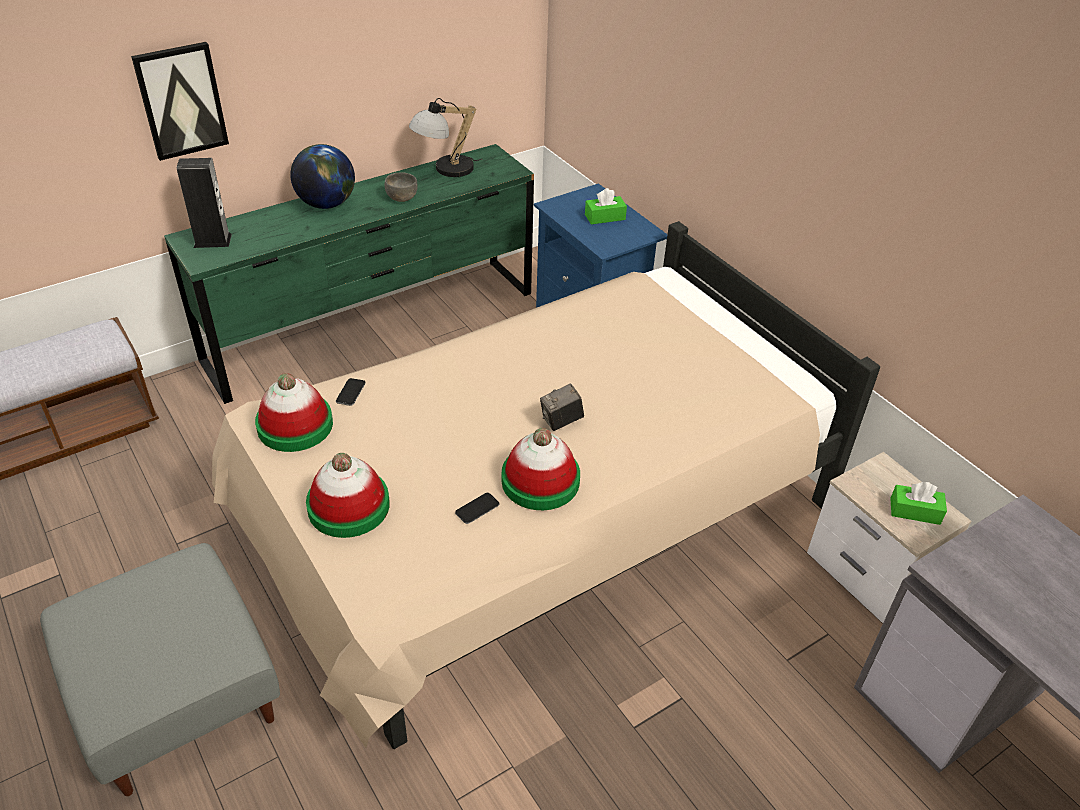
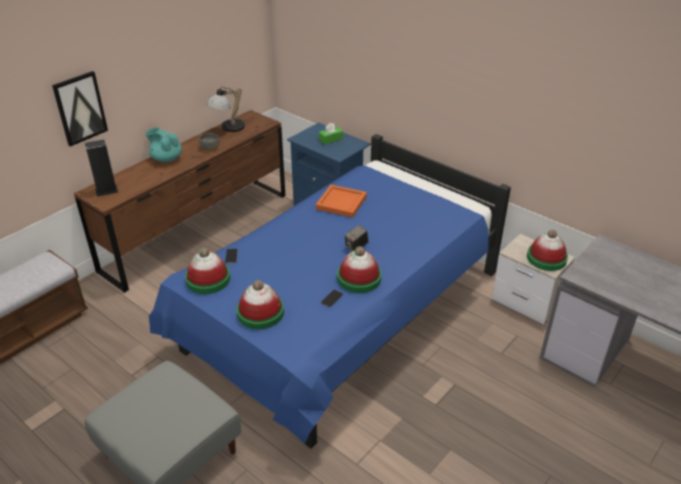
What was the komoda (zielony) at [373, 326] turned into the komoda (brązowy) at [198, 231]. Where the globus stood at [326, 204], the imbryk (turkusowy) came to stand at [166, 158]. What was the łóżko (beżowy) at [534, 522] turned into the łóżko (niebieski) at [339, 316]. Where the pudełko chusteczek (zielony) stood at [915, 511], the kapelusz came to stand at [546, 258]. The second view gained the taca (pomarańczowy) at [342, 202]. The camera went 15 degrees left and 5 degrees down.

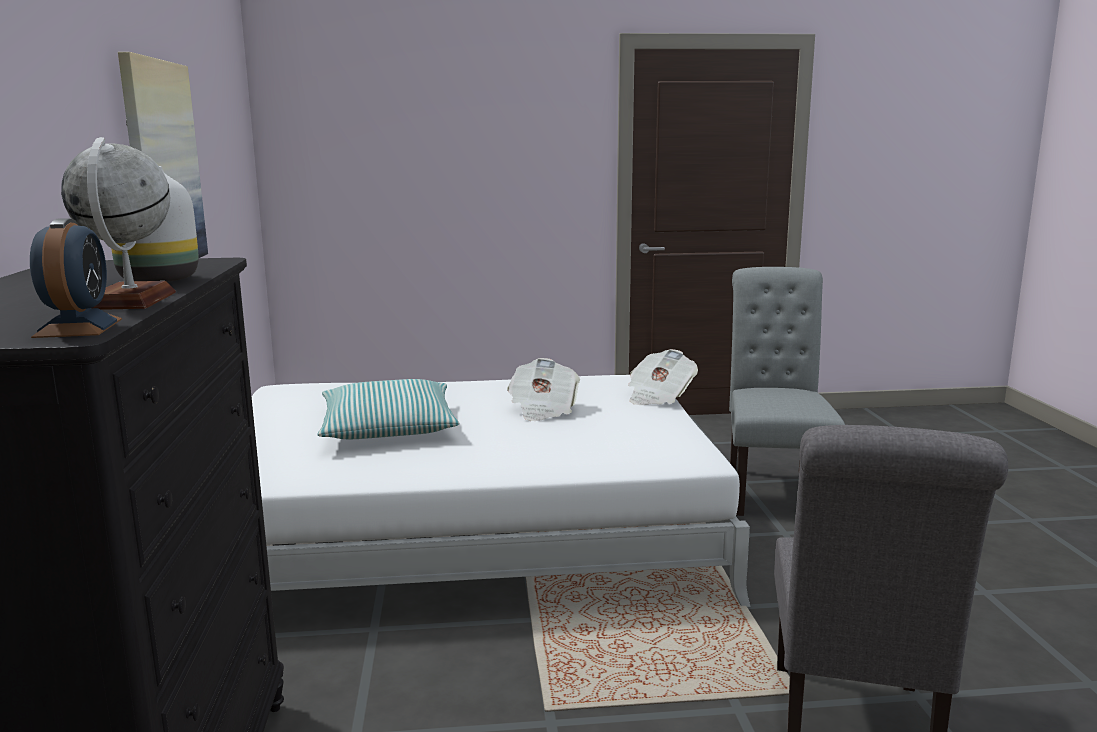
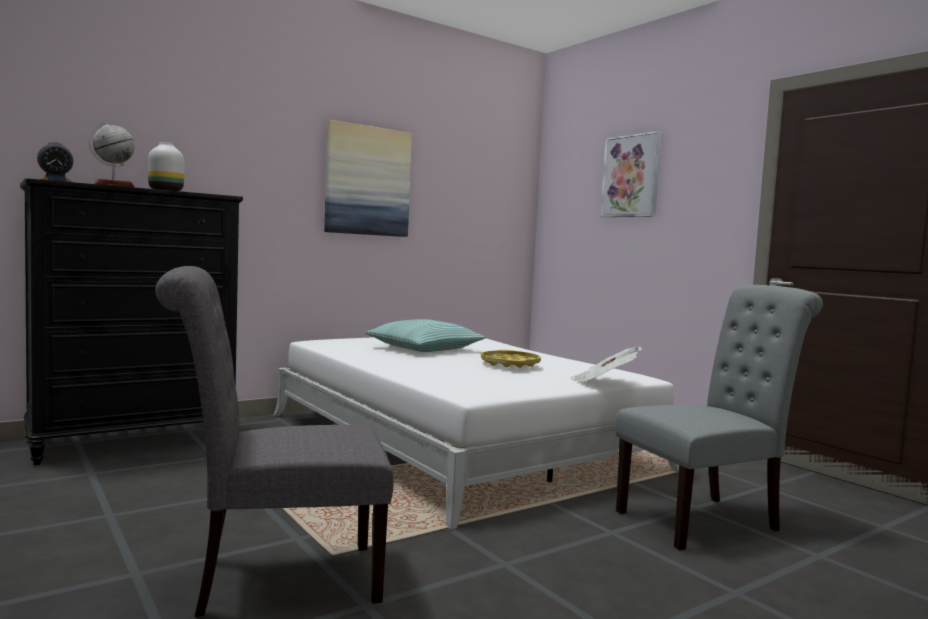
Where the gazeta stood at [543, 409], the taca (żółty) came to stand at [510, 364]. The second view gained the obraz at [631, 176]. The camera went 60 degrees right and 10 degrees down.

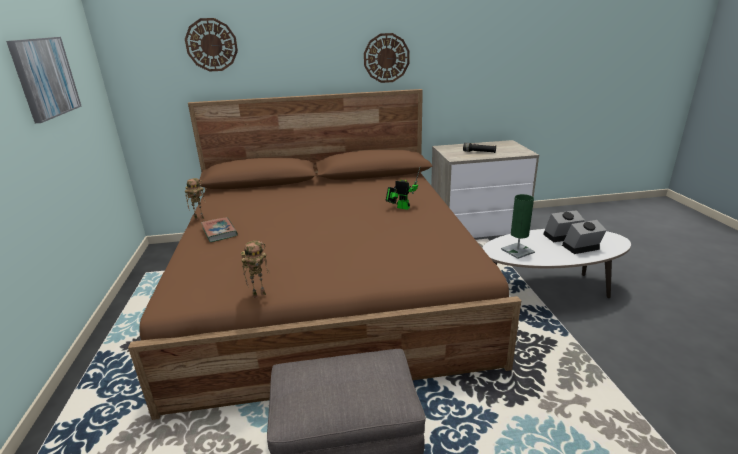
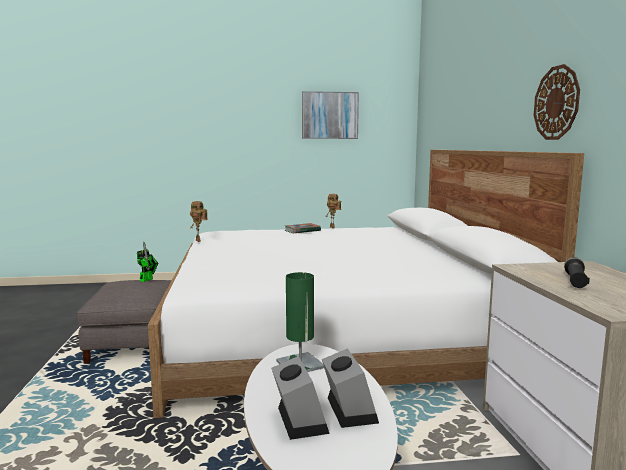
The second view lost the zegar ścienny at [211, 45]. What was the łóżko (brązowy) at [328, 288] turned into the łóżko (biały) at [336, 333]. The robot zabawkowy ended up elsewhere, having gone from [401, 207] to [148, 279]. The camera went 90 degrees right and 15 degrees down.

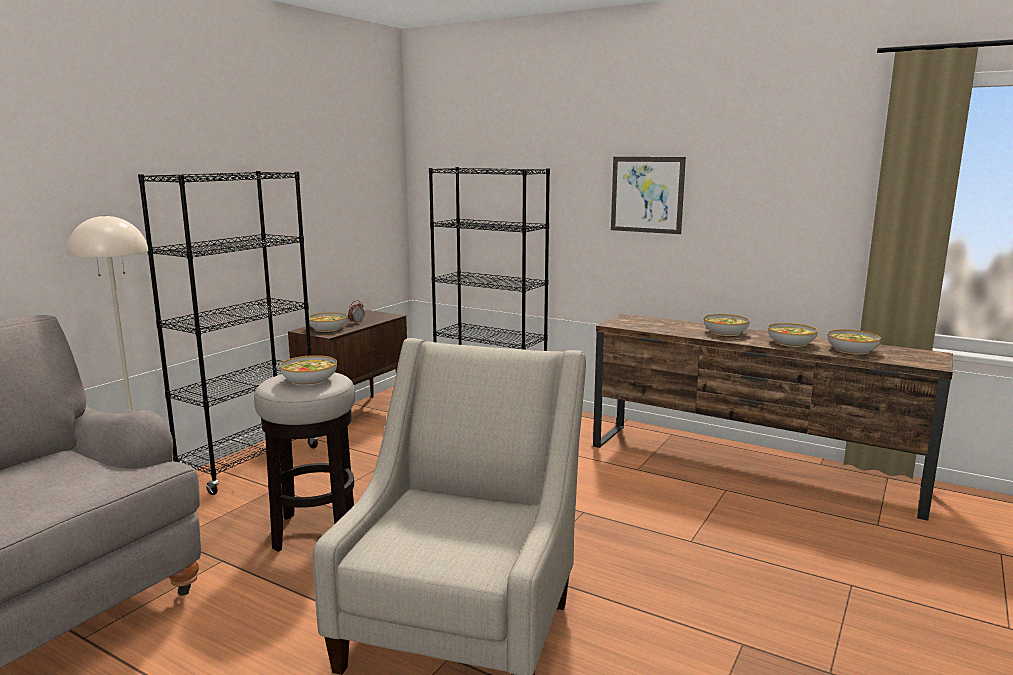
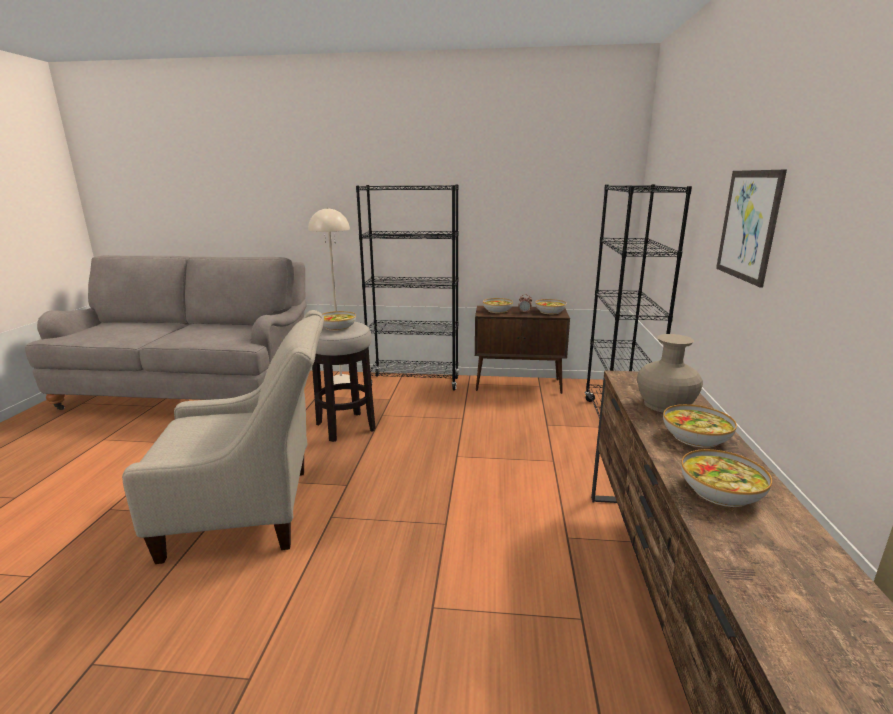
The miska ended up elsewhere, having gone from [851, 350] to [550, 311]. The second view gained the wazon (beżowy) at [665, 404]. The camera went 65 degrees right and 5 degrees up.

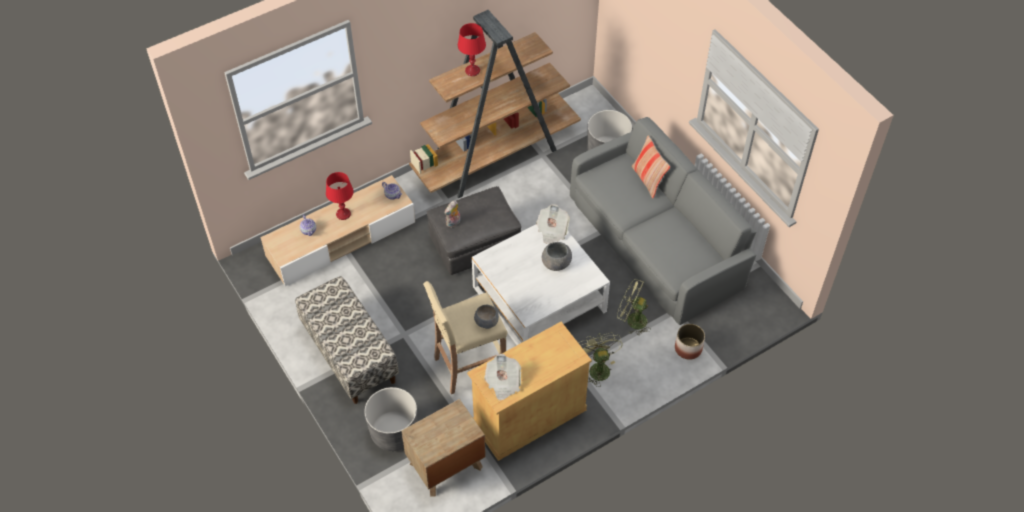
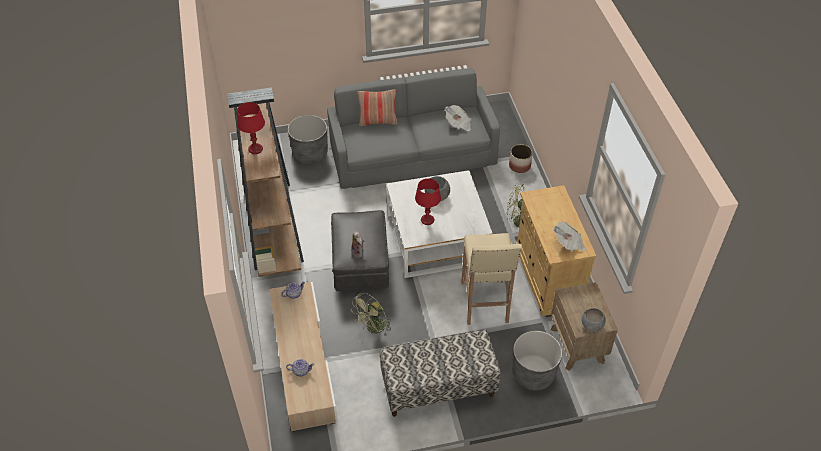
The lampa stołowa (czerwony) ended up elsewhere, having gone from [343, 214] to [427, 220]. The gazeta ended up elsewhere, having gone from [552, 230] to [458, 124]. The wentylator (zielony) ended up elsewhere, having gone from [632, 320] to [373, 329]. The miska (szary) ended up elsewhere, having gone from [486, 321] to [591, 325]. The camera went 70 degrees left and 5 degrees down.

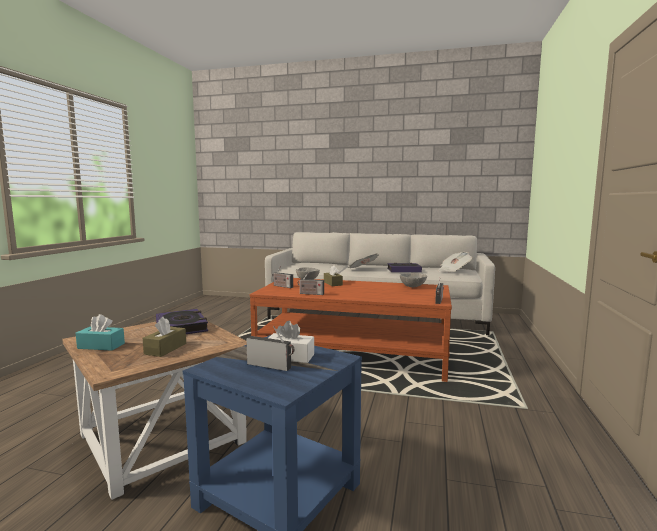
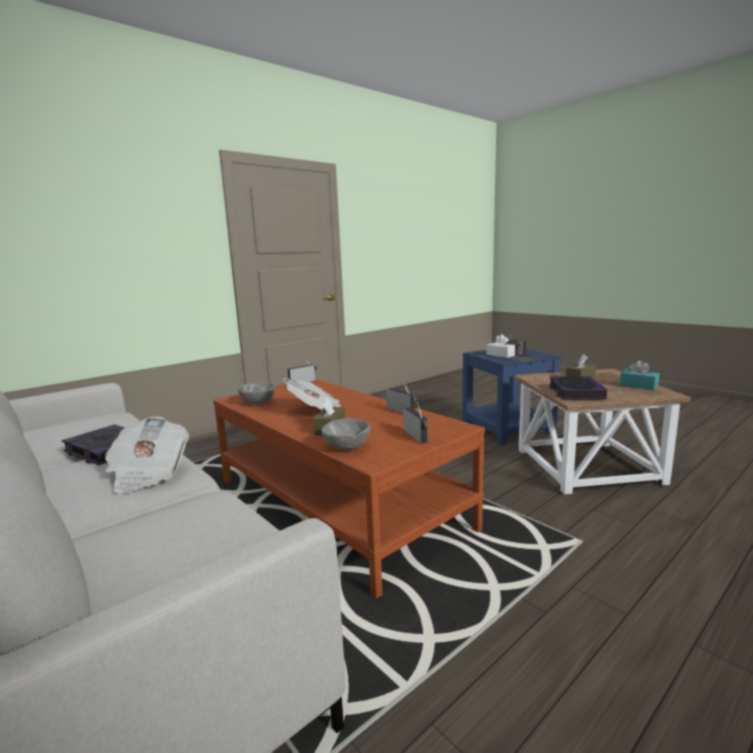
The gazeta ended up elsewhere, having gone from [453, 271] to [316, 411]. The camera went 145 degrees left and 5 degrees up.

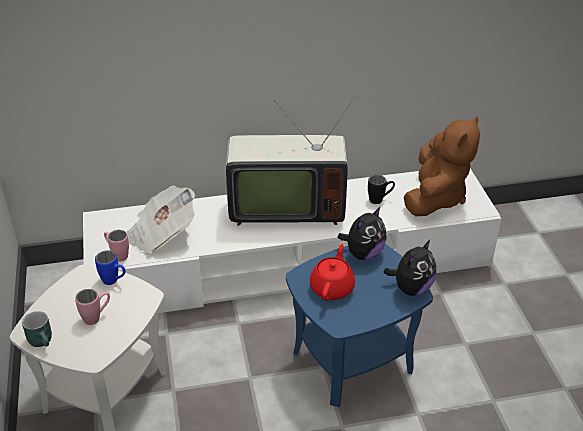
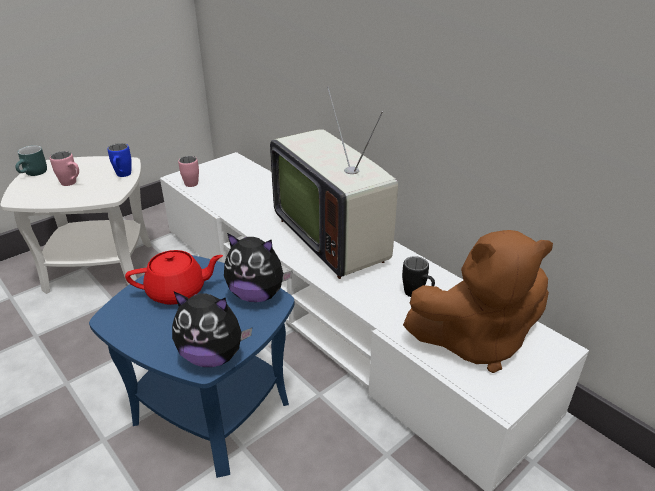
The second view lost the gazeta at [161, 234]. The camera went 60 degrees right and 5 degrees down.

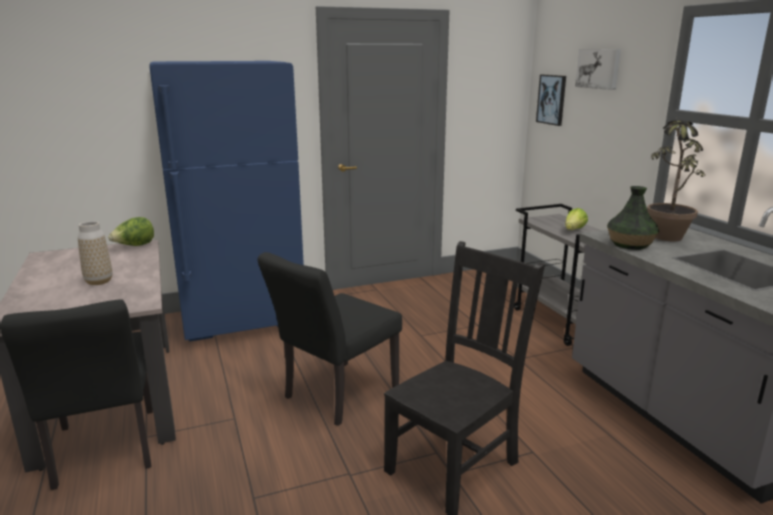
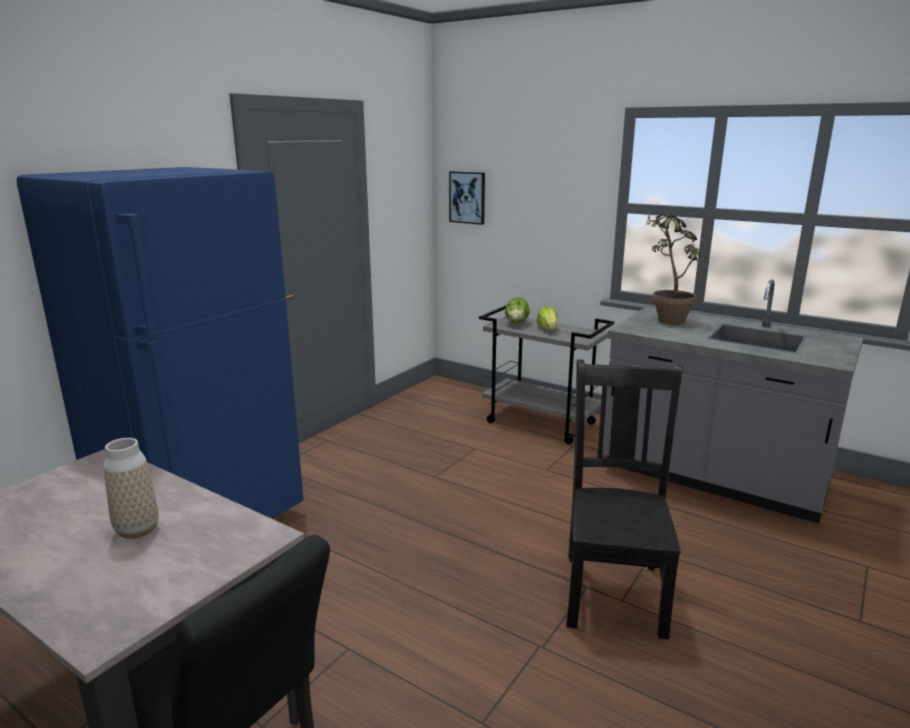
The second view lost the obraz at [599, 68]. The second view lost the wazon at [630, 244]. The sałata ended up elsewhere, having gone from [134, 246] to [516, 323]. The second view lost the krzesło (czarny) at [335, 396]. The camera went 35 degrees left and 0 degrees up.

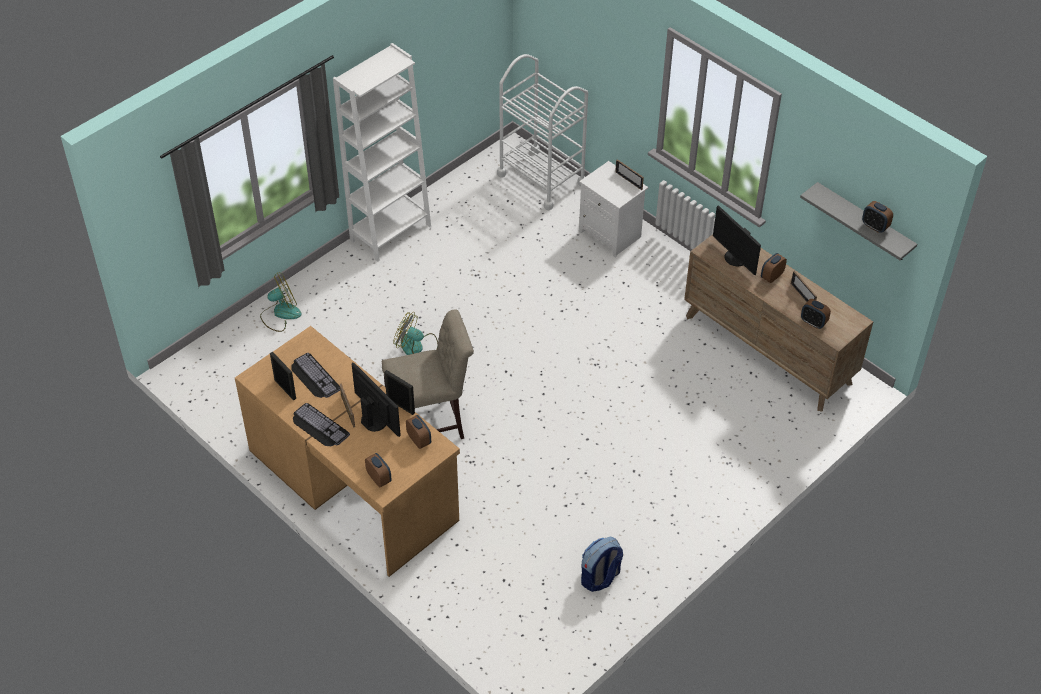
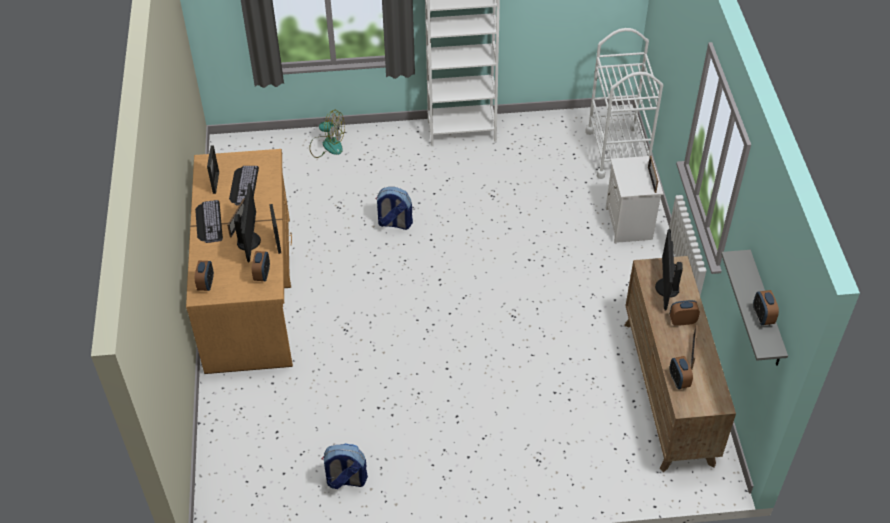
The second view lost the krzesło (beżowy) at [430, 424]. Where the wentylator stood at [417, 347], the plecak came to stand at [394, 223]. The camera went 40 degrees right and 0 degrees up.

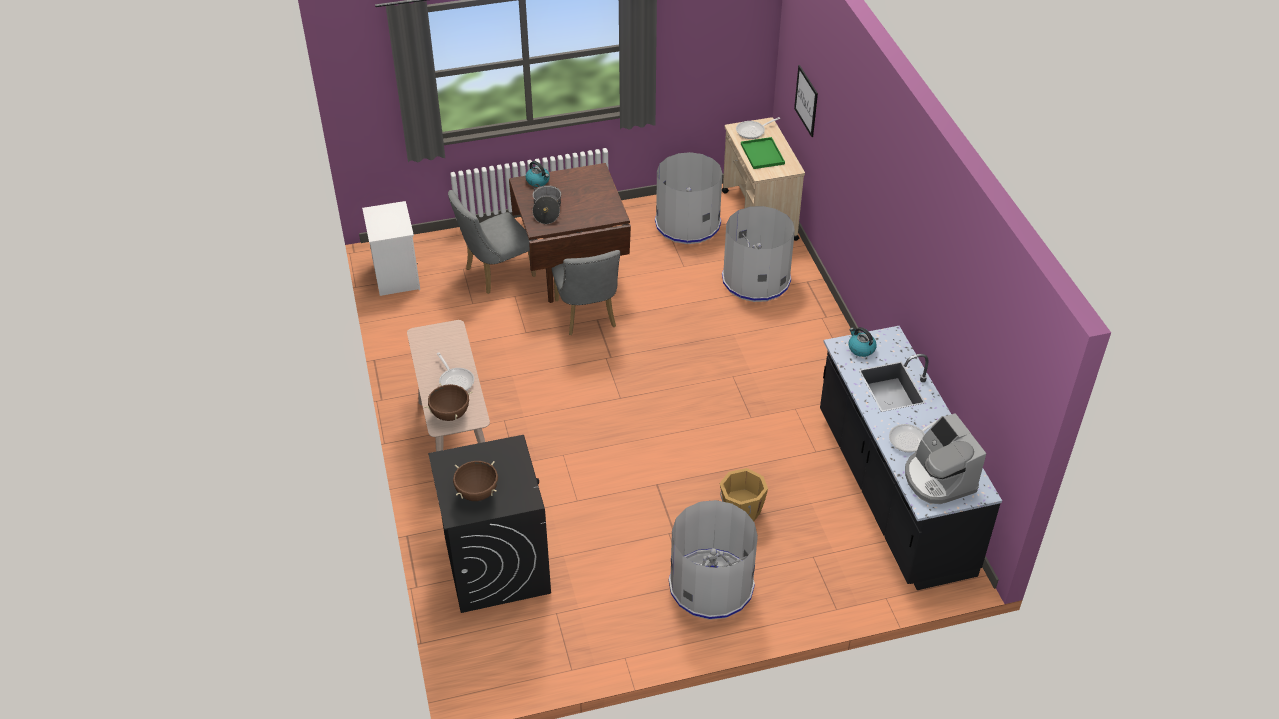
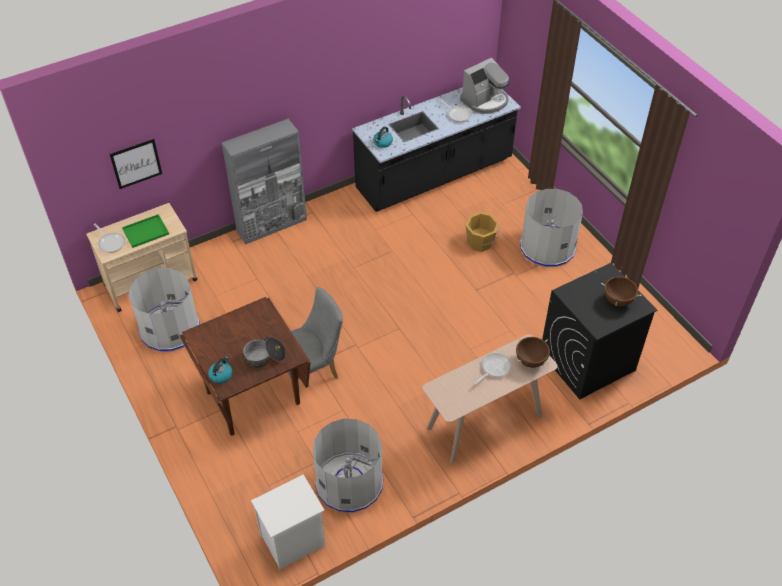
The second view lost the krzesło (szary) at [495, 274]. The kosz na śmieci (szary) ended up elsewhere, having gone from [756, 279] to [349, 482]. The second view gained the szafka (szary) at [272, 225]. The camera went 105 degrees left and 5 degrees up.

